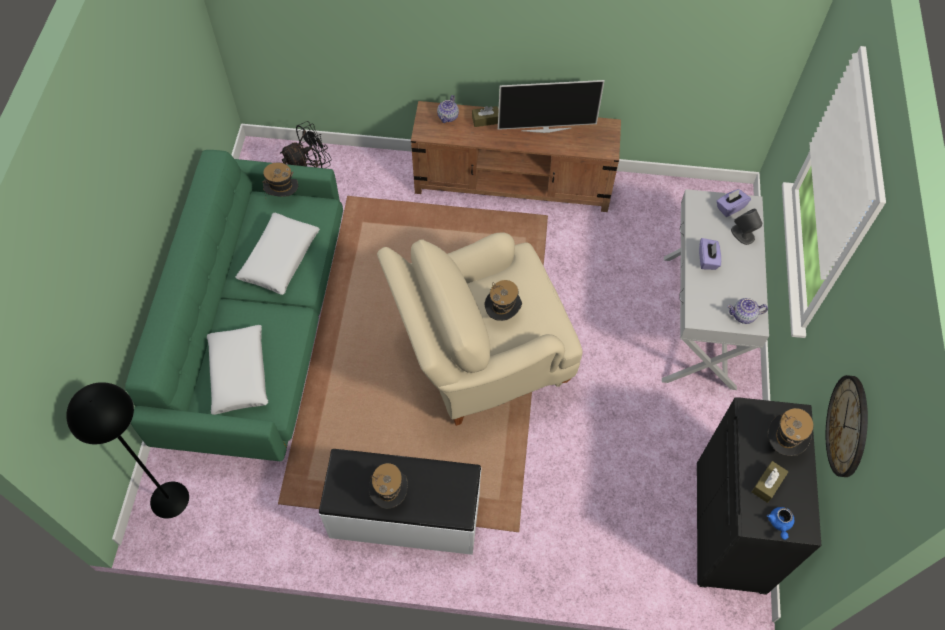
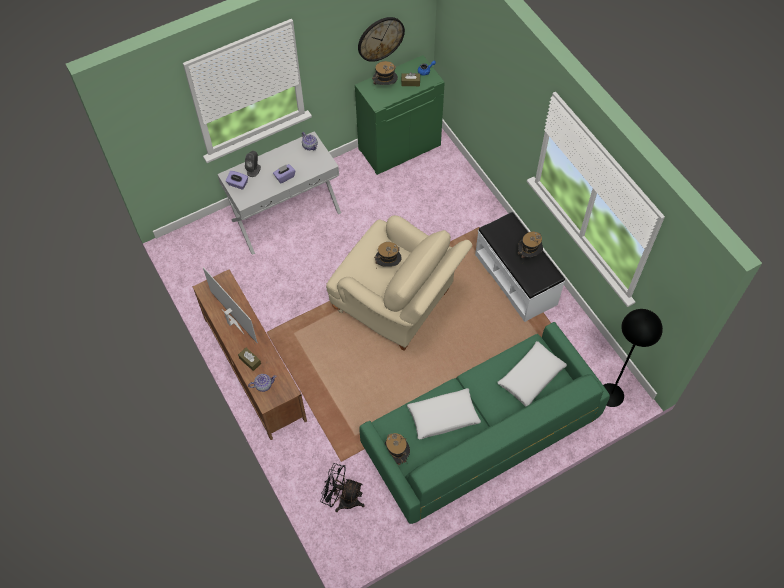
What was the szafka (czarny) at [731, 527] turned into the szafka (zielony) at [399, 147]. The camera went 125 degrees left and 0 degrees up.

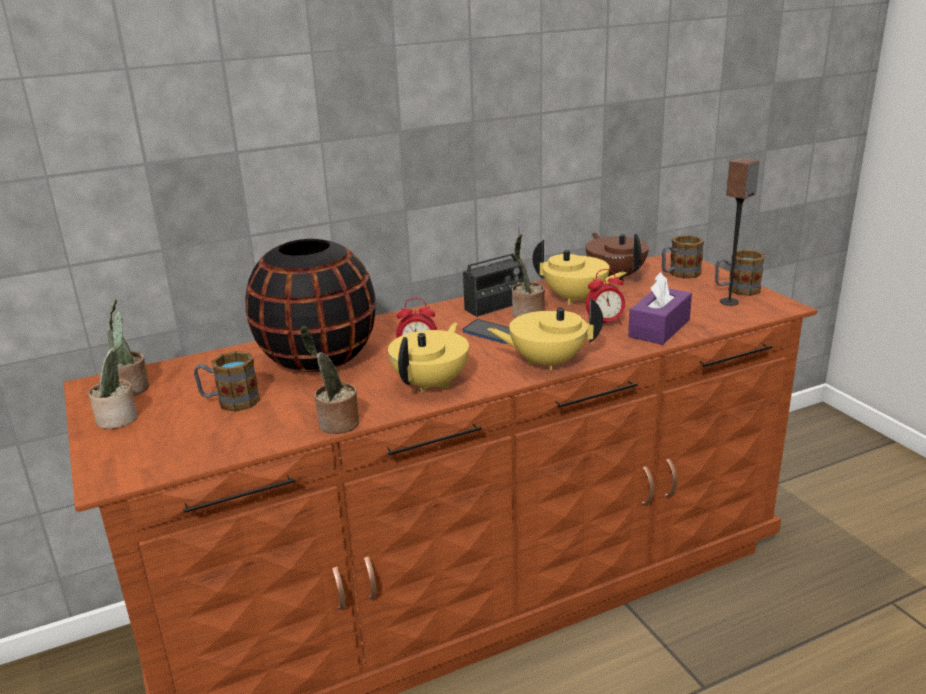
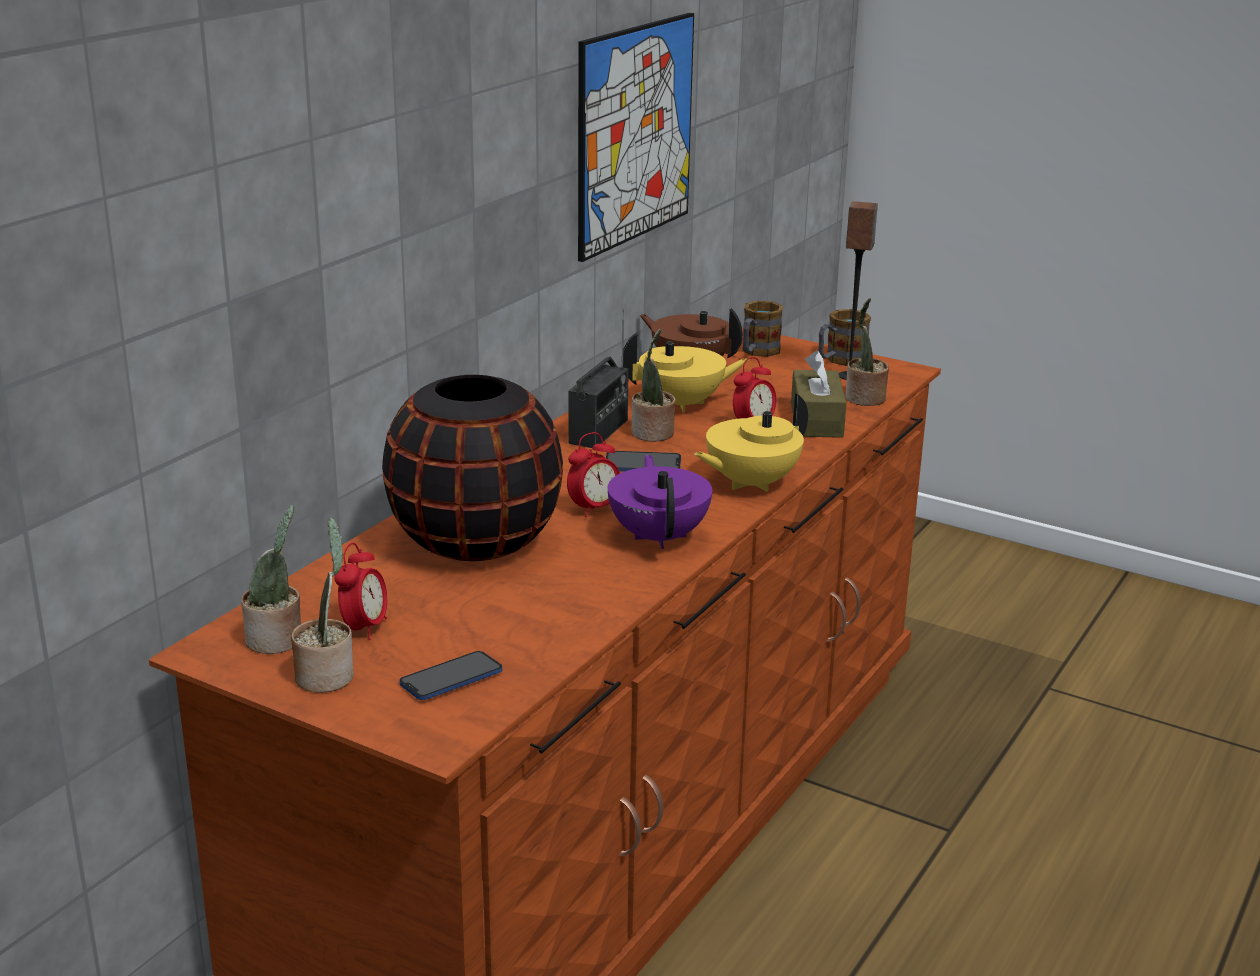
What was the pudełko chusteczek (fioletowy) at [659, 328] turned into the pudełko chusteczek (brązowy) at [816, 420]. What was the imbryk (żółty) at [432, 384] turned into the imbryk (fioletowy) at [659, 536]. The roślina doniczkowa ended up elsewhere, having gone from [336, 424] to [864, 399]. The second view lost the kubek at [230, 401]. The second view gained the obraz at [635, 133]. The second view gained the budzik at [364, 628]. The second view gained the telefon at [451, 678]. The camera went 35 degrees left and 0 degrees up.

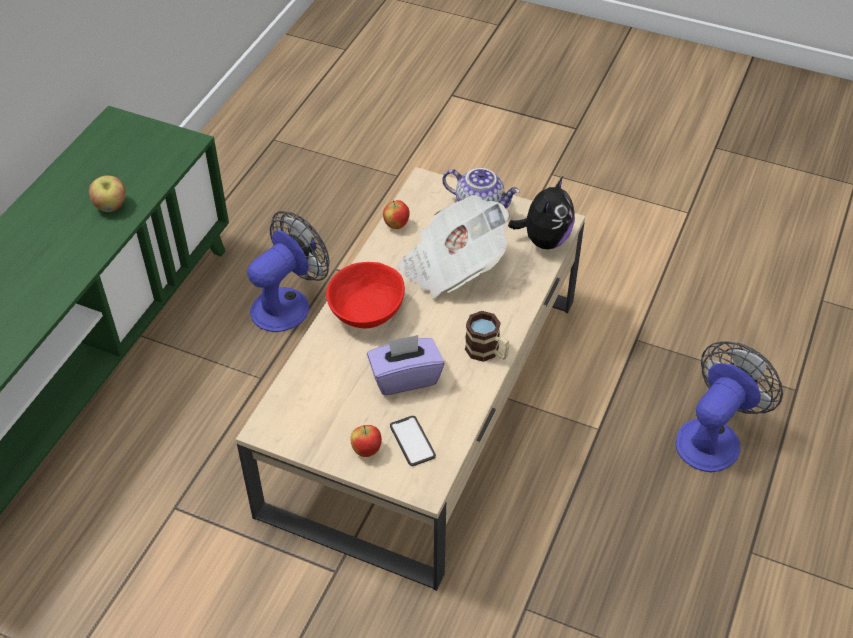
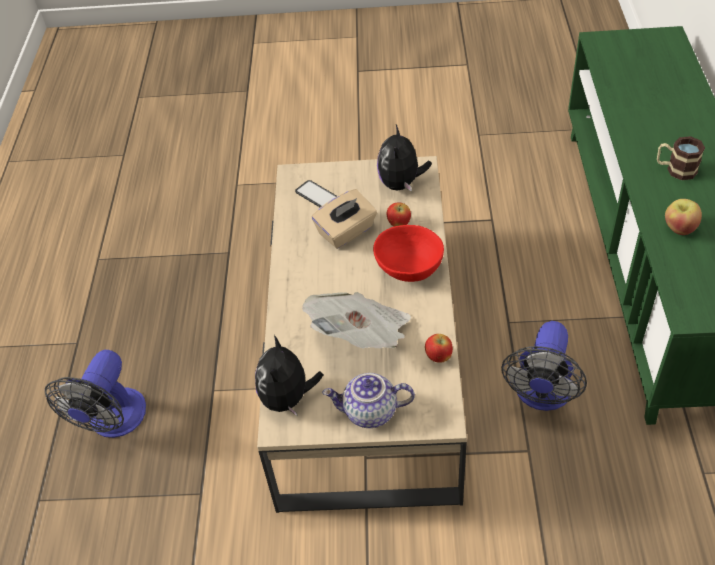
The kubek ended up elsewhere, having gone from [487, 352] to [675, 169]. What was the pudełko chusteczek (fioletowy) at [405, 377] turned into the pudełko chusteczek (beżowy) at [346, 232]. The jabłko ended up elsewhere, having gone from [366, 450] to [399, 224]. The second view gained the pluszak at [401, 183]. The camera went 160 degrees right and 0 degrees up.

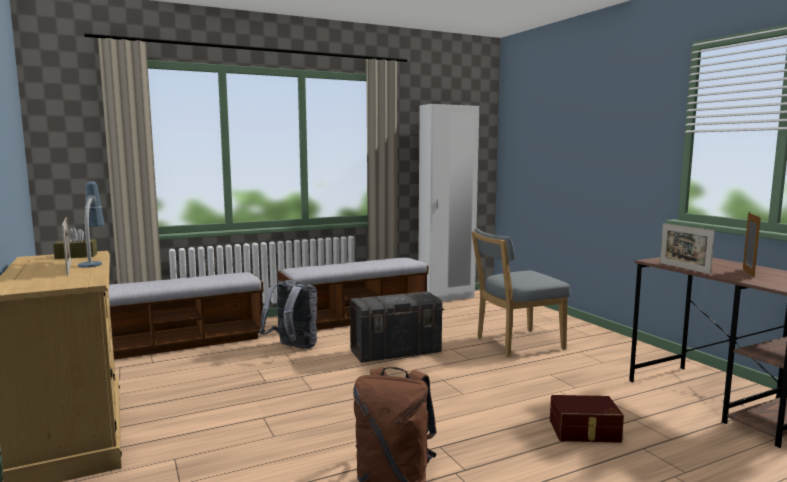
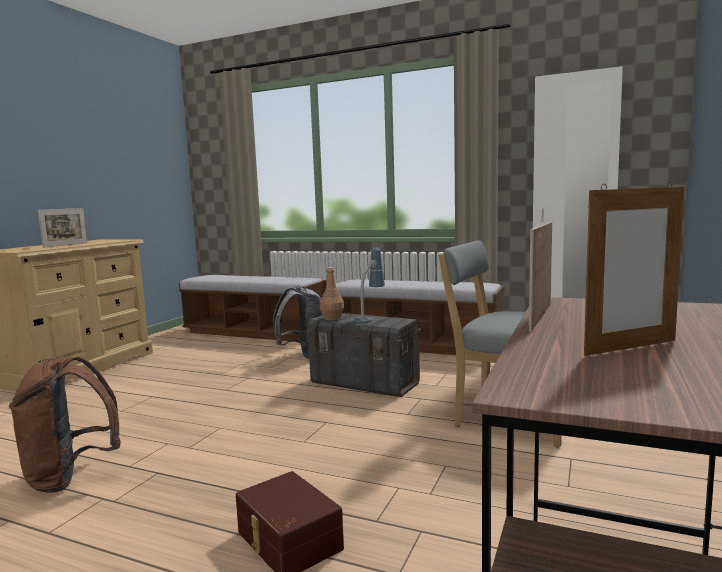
The lampa stołowa ended up elsewhere, having gone from [93, 262] to [370, 318]. The second view lost the pudełko chusteczek (brązowy) at [76, 256]. The second view gained the butelka (brązowy) at [332, 318]. The camera went 50 degrees right and 0 degrees up.

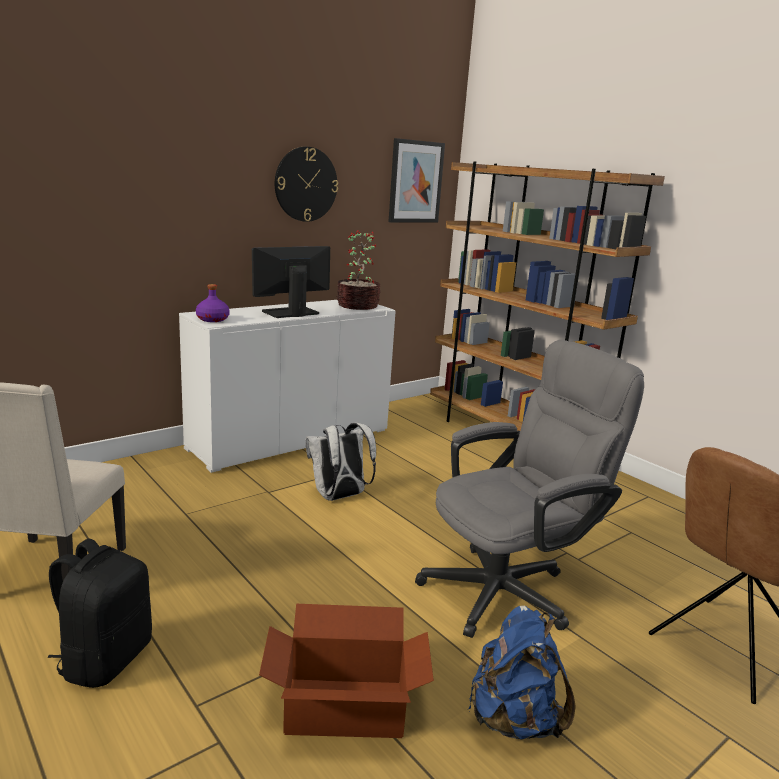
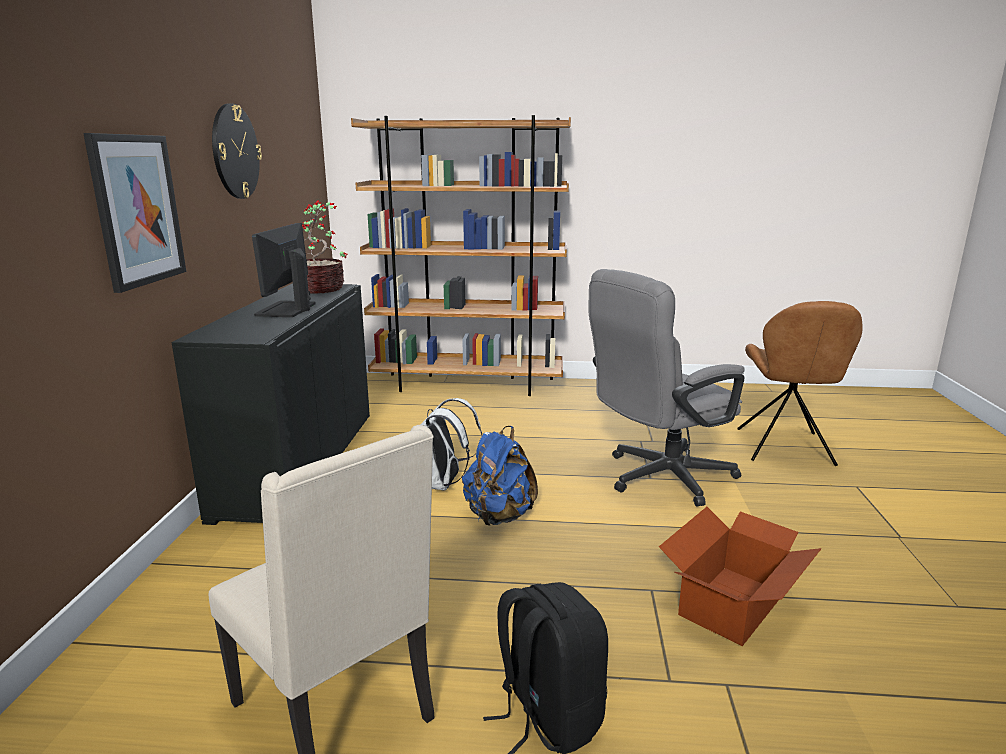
The obraz ended up elsewhere, having gone from [415, 182] to [137, 210]. The second view lost the butelka (fioletowy) at [213, 319]. What was the szafka (biały) at [290, 439] turned into the szafka (czarny) at [299, 463]. The krzesło biurowe (szary) at [509, 588] ended up facing another way, 135 degrees counterclockwise from before. The plecak (niebieski) ended up elsewhere, having gone from [513, 719] to [499, 516]. The camera went 45 degrees left and 0 degrees up.

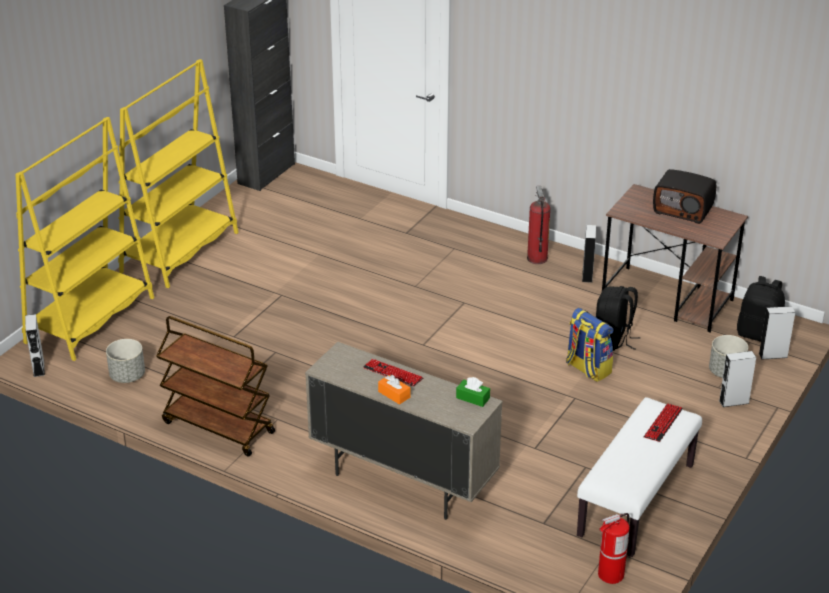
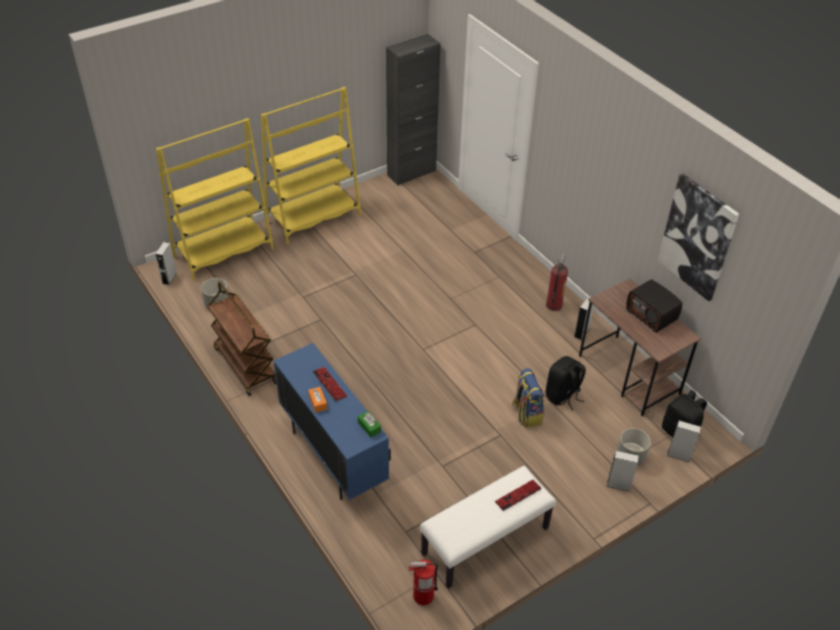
What was the szafka (beżowy) at [402, 482] turned into the szafka (niebieski) at [333, 457]. The second view gained the obraz at [697, 237]. The camera went 25 degrees right and 10 degrees up.

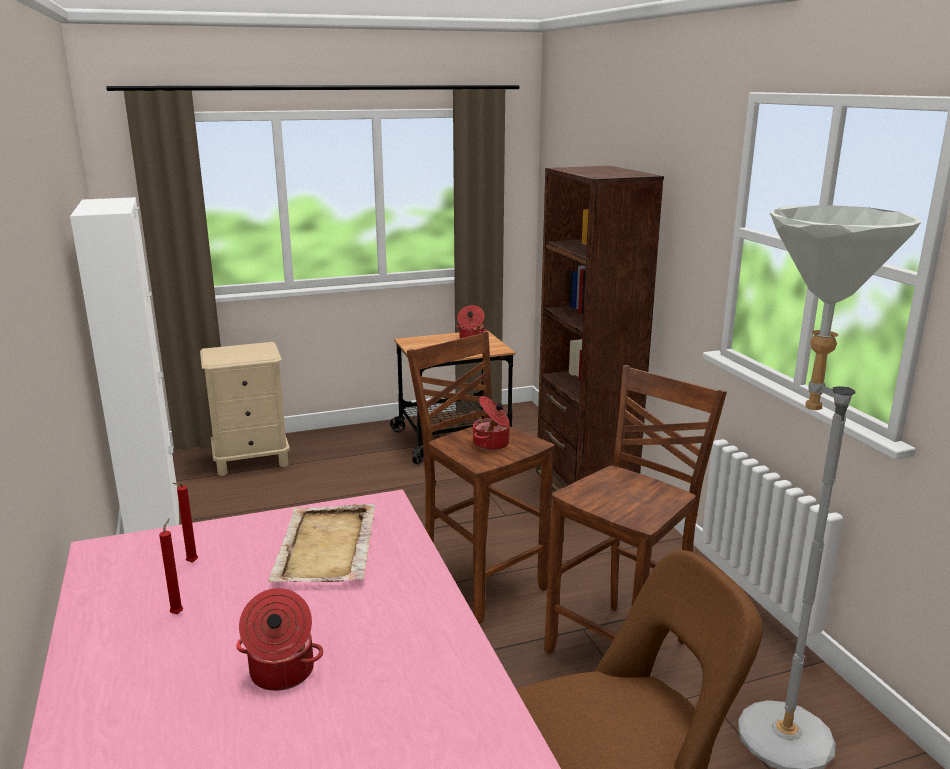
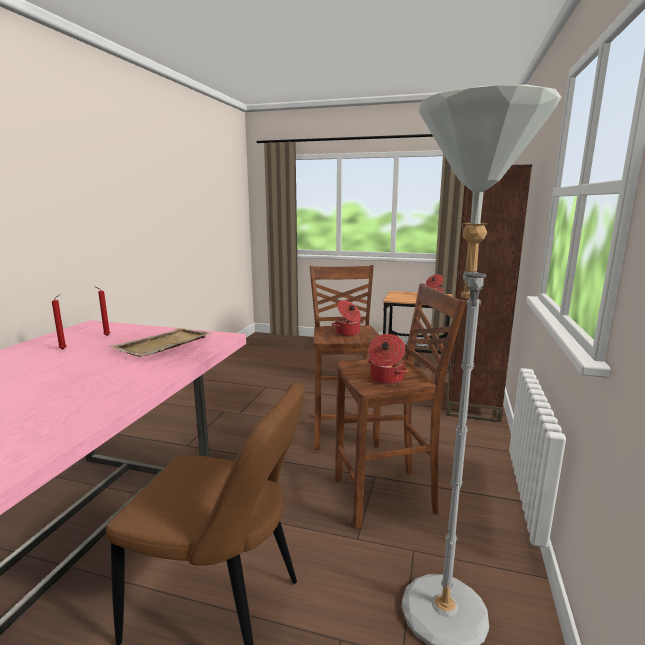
The second view lost the szafka (biały) at [155, 527]. The second view lost the szafka nocna (beżowy) at [251, 460]. The garnek ended up elsewhere, having gone from [281, 673] to [385, 379]. The camera went 35 degrees right and 5 degrees down.

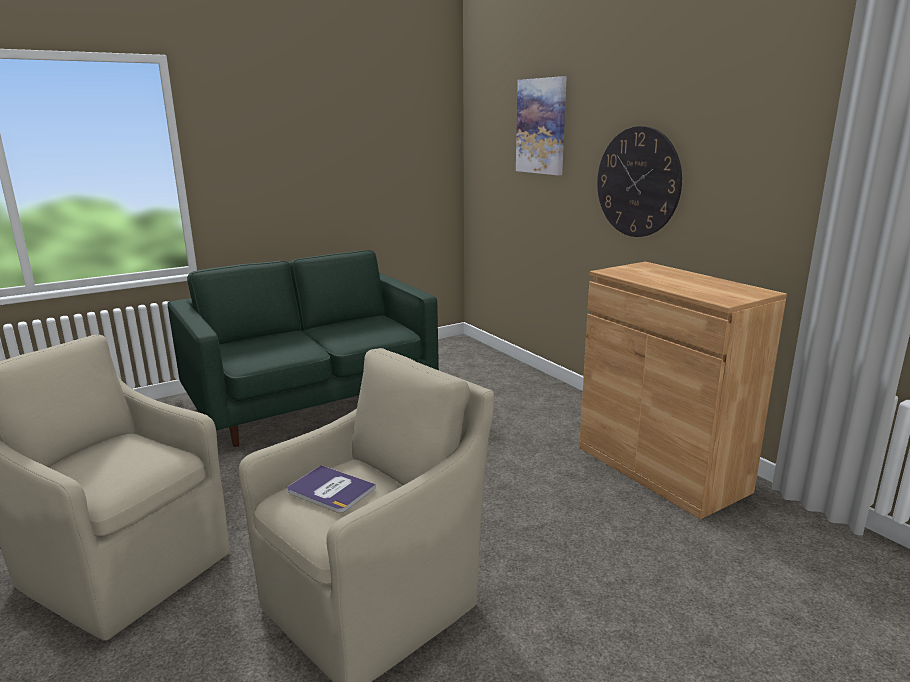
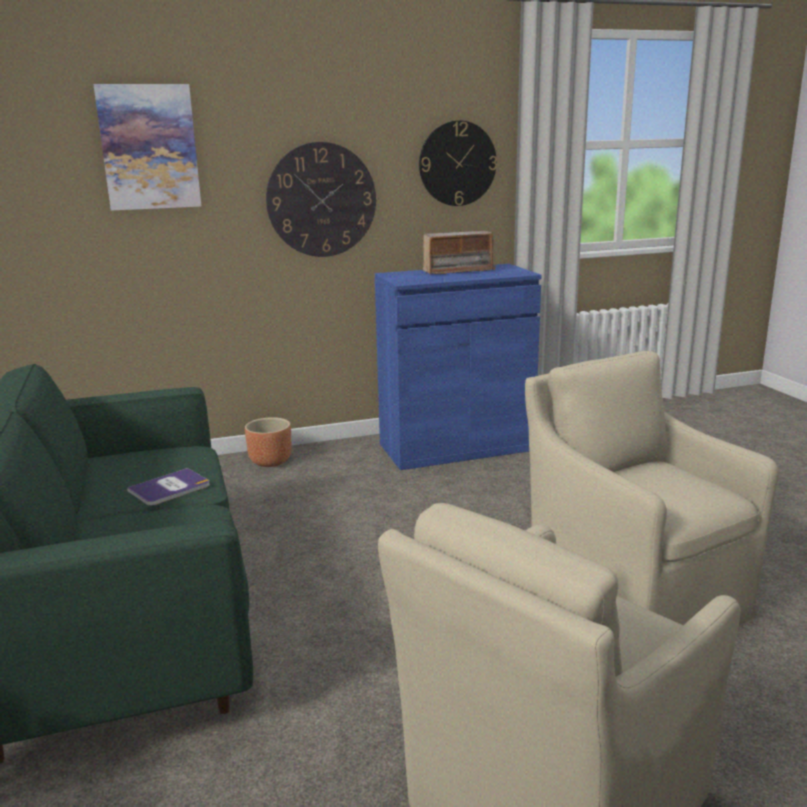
What was the szafka (brązowy) at [661, 469] turned into the szafka (niebieski) at [456, 447]. The książka ended up elsewhere, having gone from [330, 490] to [169, 488]. The second view gained the zegar ścienny at [457, 163]. The second view gained the radio at [458, 271]. The second view gained the donica (brązowy) at [271, 462]. The camera went 75 degrees left and 0 degrees up.

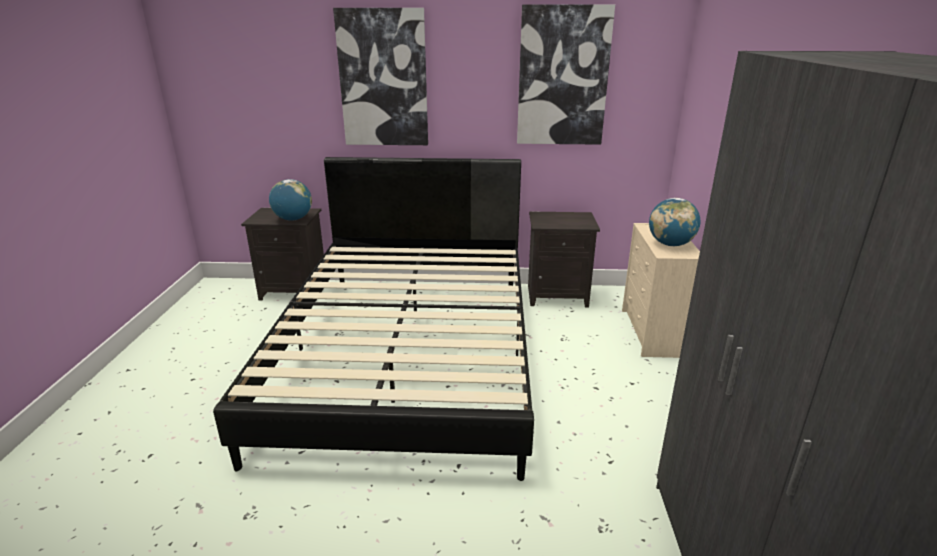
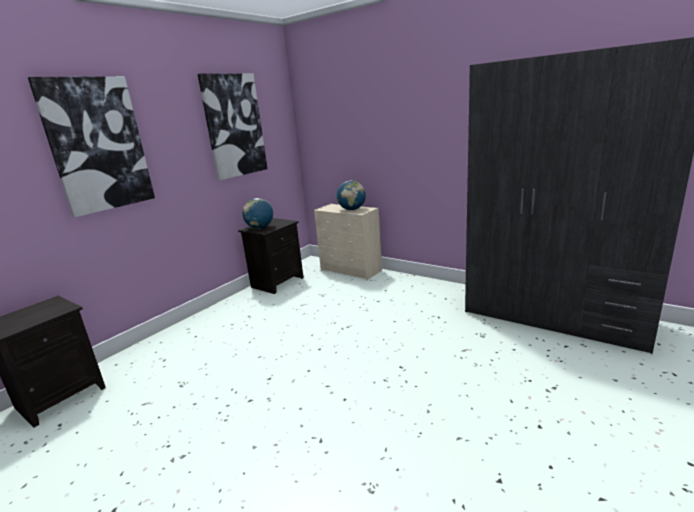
The second view lost the łóżko (czarny) at [409, 354]. The globus ended up elsewhere, having gone from [293, 219] to [260, 228]. The camera went 55 degrees left and 5 degrees down.

